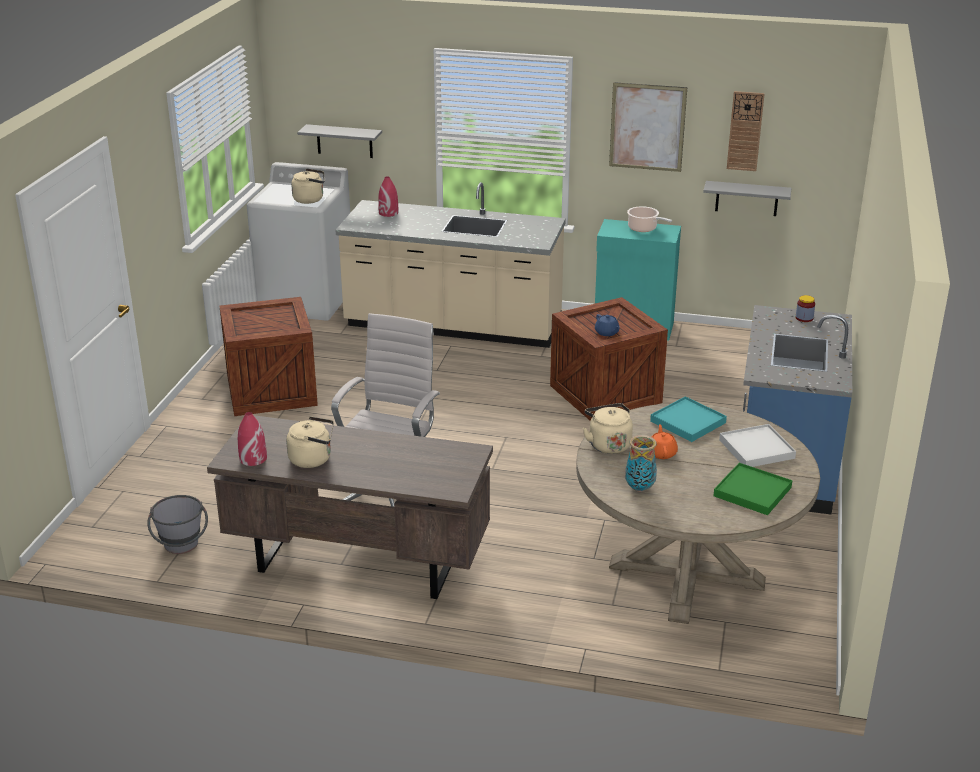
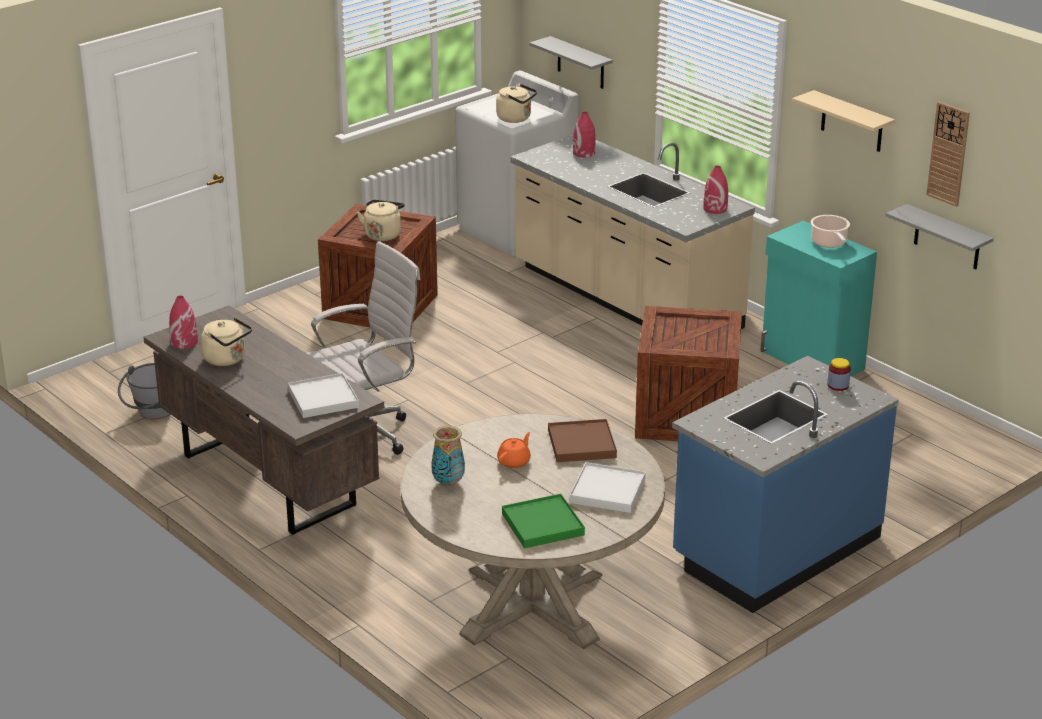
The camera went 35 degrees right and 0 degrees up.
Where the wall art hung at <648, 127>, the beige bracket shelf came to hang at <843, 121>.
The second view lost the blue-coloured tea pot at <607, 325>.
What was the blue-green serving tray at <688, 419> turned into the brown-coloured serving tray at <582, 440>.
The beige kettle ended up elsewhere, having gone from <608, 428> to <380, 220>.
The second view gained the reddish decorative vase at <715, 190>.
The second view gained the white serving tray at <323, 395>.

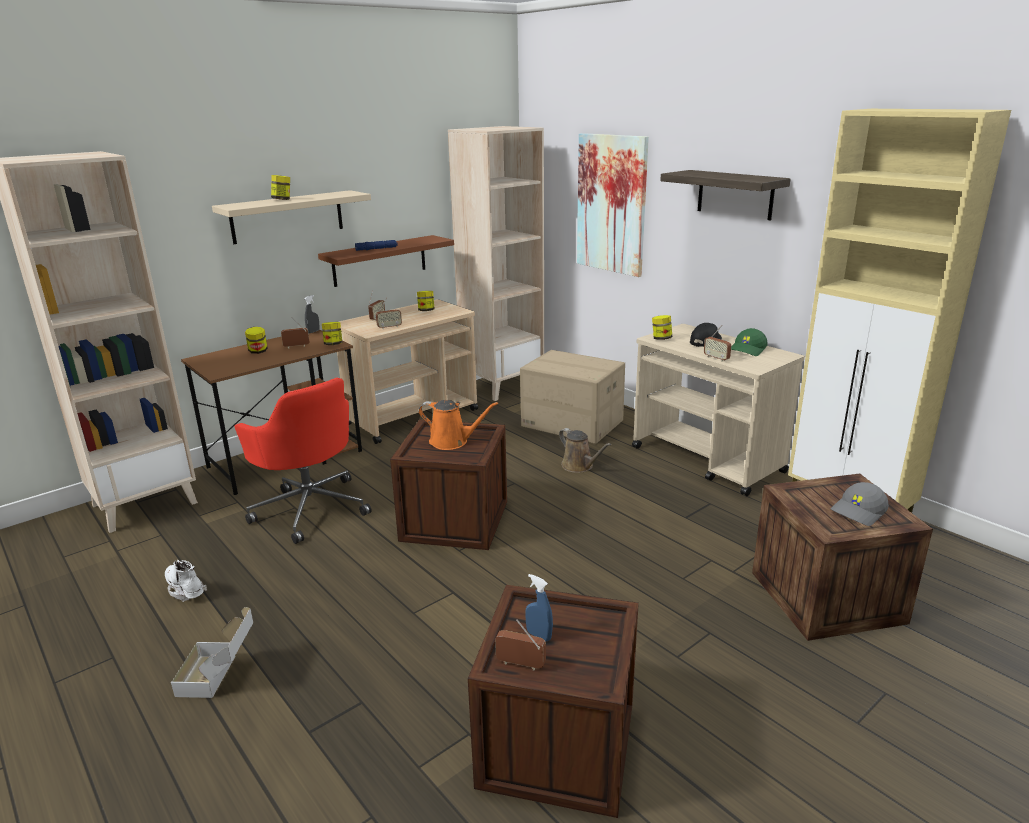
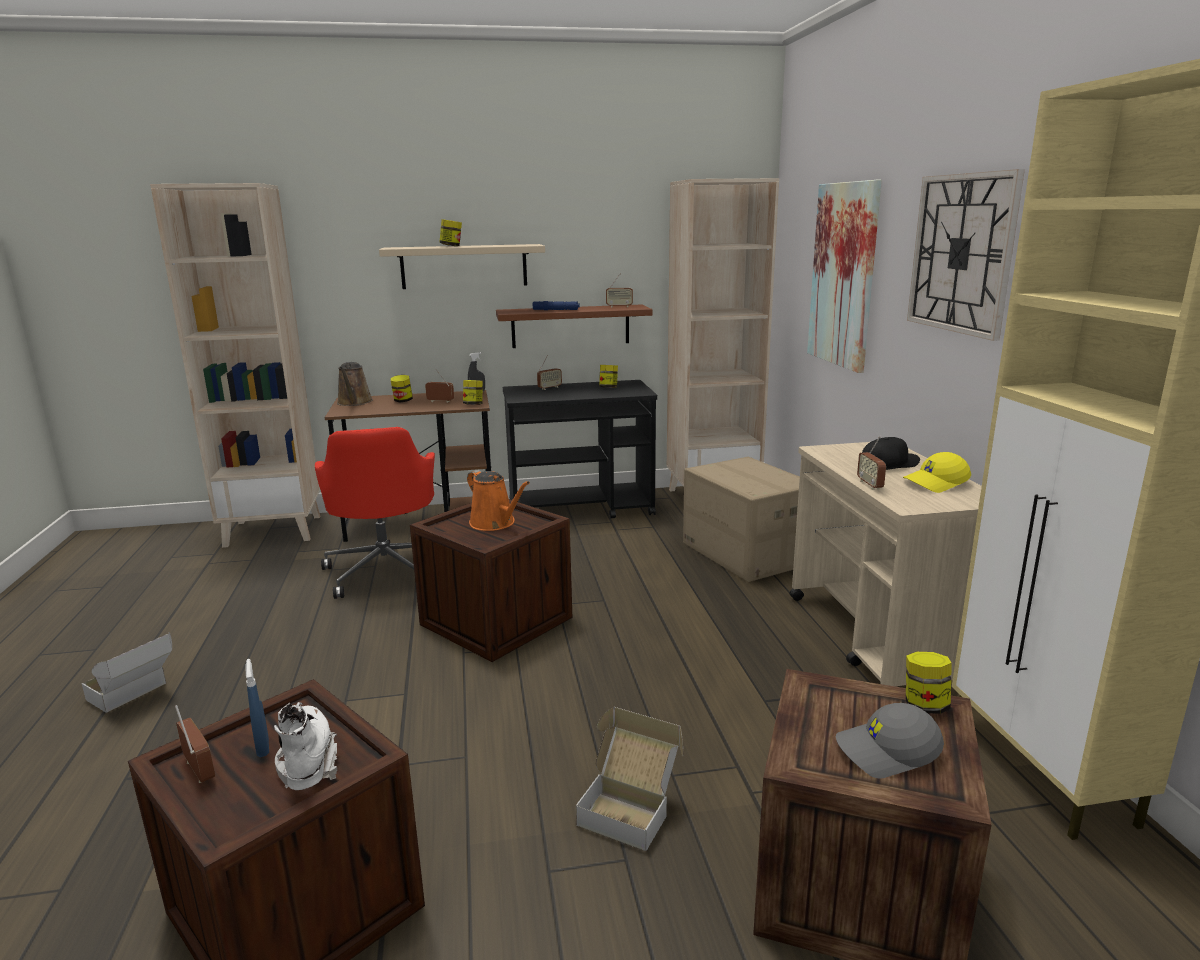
The camera went 30 degrees right and 5 degrees down.
Where the bracket shelf hung at <725, 195>, the hanging clock came to hang at <966, 255>.
The radio set ended up elsewhere, having gone from <389, 313> to <619, 290>.
What was the beige trolley at <407, 371> turned into the black trolley at <580, 449>.
The preserve jar ended up elsewhere, having gone from <662, 327> to <929, 683>.
What was the green peaked cap at <749, 342> turned into the yellow peaked cap at <937, 472>.
The brown-coloured watering pot ended up elsewhere, having gone from <585, 450> to <355, 384>.
The white tall boot ended up elsewhere, having gone from <186, 581> to <305, 746>.
The second view gained the carton at <629, 779>.

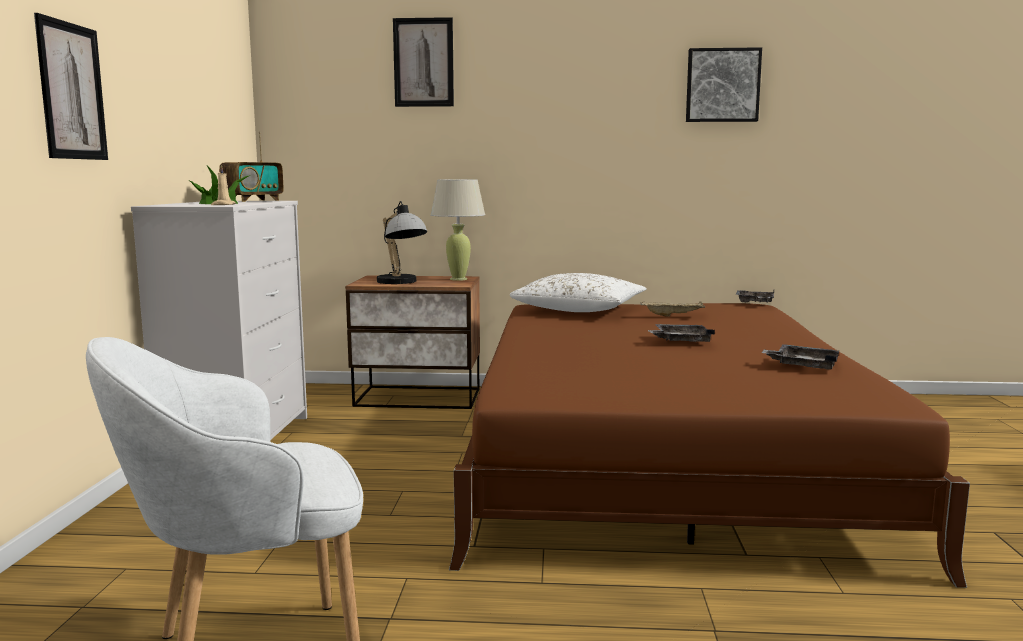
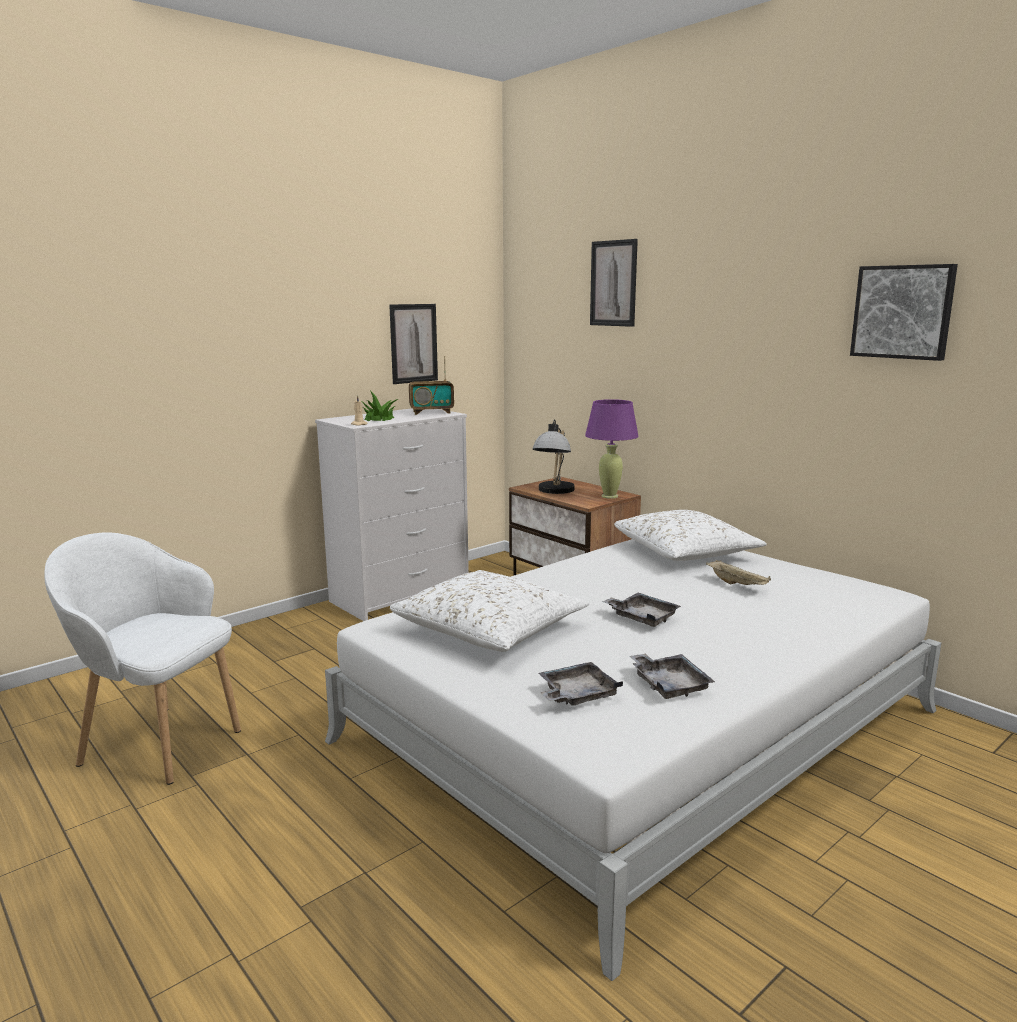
The camera went 45 degrees right and 5 degrees up.
The wall art ended up elsewhere, having gone from <71, 86> to <413, 344>.
What was the beige lamp for a table at <458, 230> turned into the purple-coloured lamp for a table at <612, 449>.
The gray serving tray ended up elsewhere, having gone from <755, 296> to <581, 684>.
What was the brown-coloured bed at <709, 445> turned into the white bed at <633, 760>.
The second view gained the white cushion at <490, 611>.

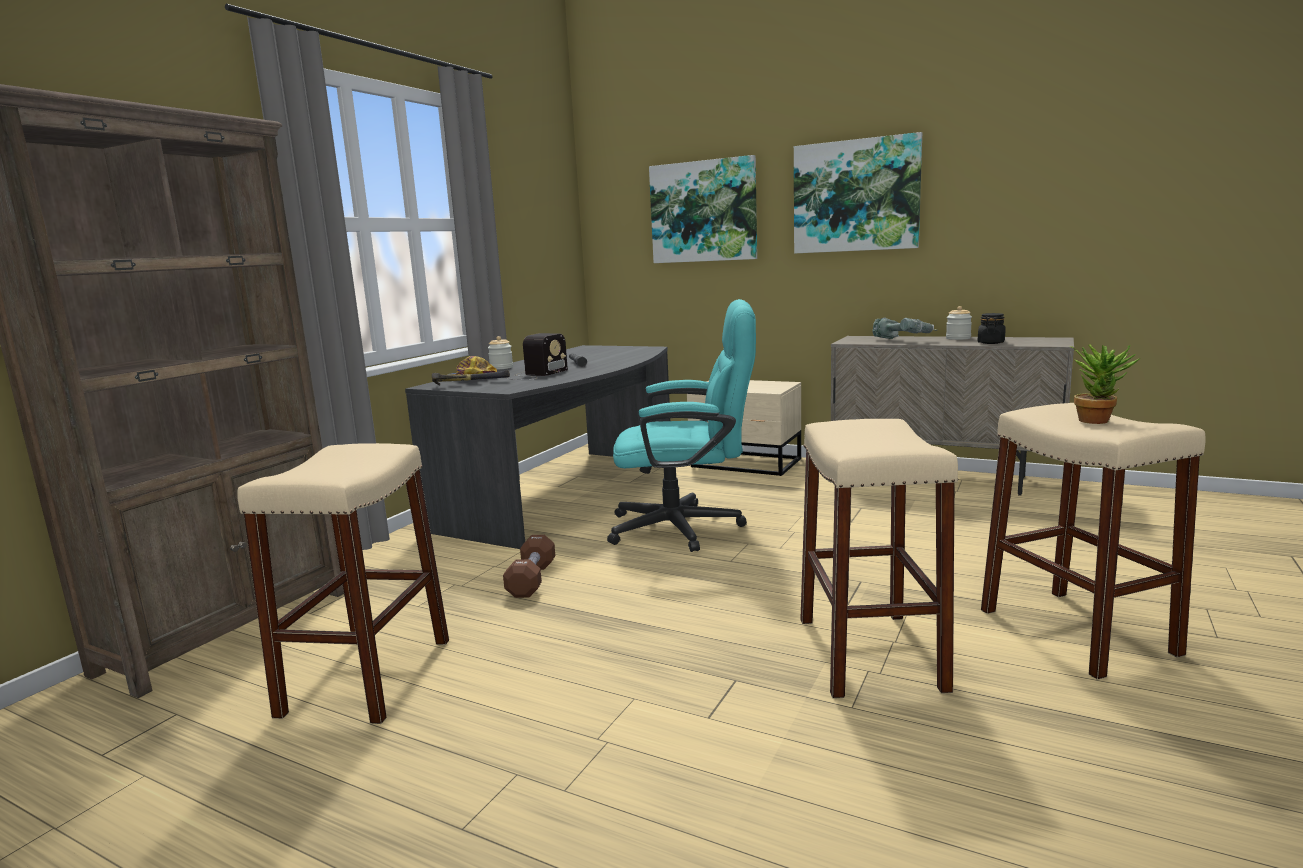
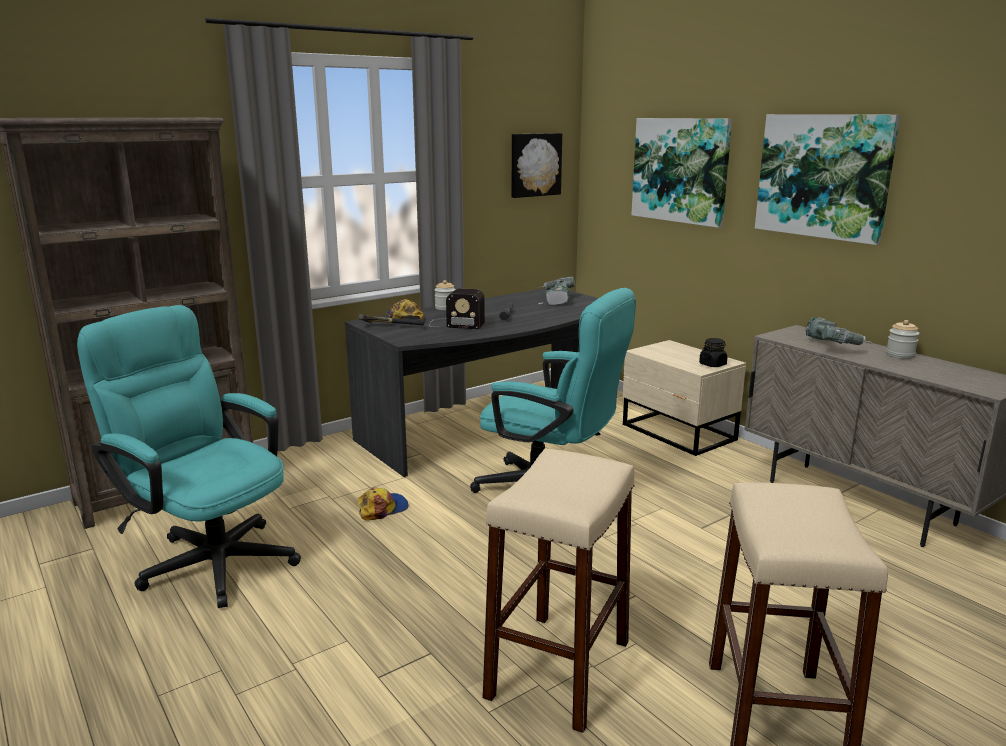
The camera went 25 degrees right and 5 degrees up.
The black preserve jar ended up elsewhere, having gone from <992, 328> to <713, 352>.
The radio set at <537, 356> ended up facing another way, 45 degrees clockwise from before.
The second view lost the potted plant at <1105, 384>.
Where the beige stool seat stood at <343, 583>, the blue-green computer chair came to stand at <189, 456>.
Where the brown-coloured dumbbell stood at <529, 566>, the peaked cap came to stand at <382, 503>.
The second view gained the wall art at <537, 165>.
The second view gained the drill at <556, 291>.

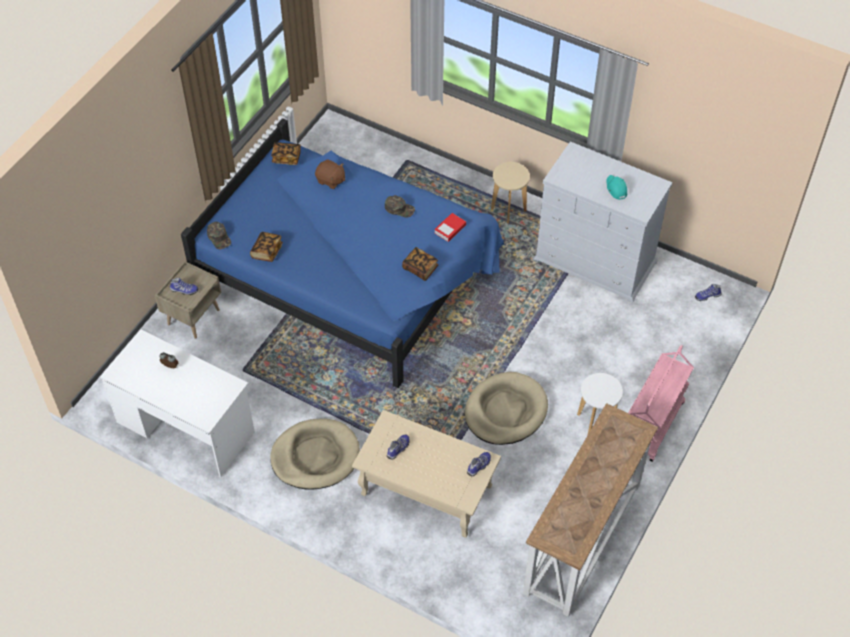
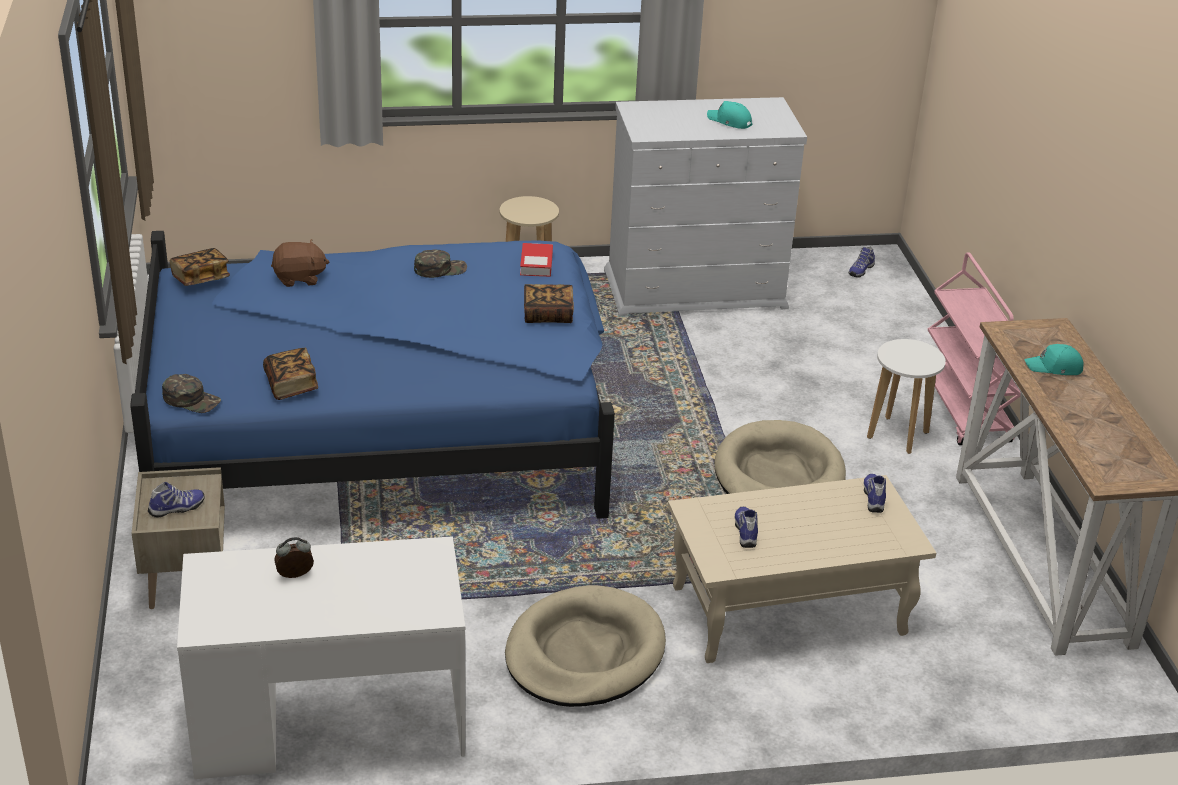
The camera went 40 degrees left and 20 degrees down.
The second view gained the blue-green peaked cap at <1054, 359>.

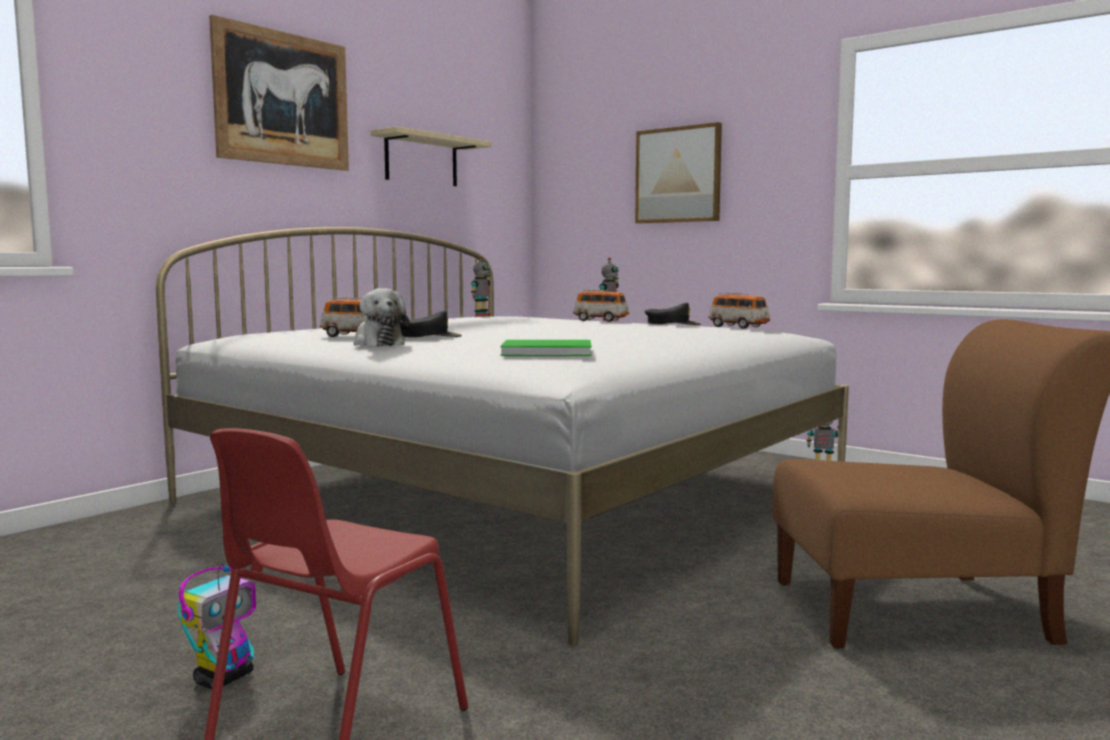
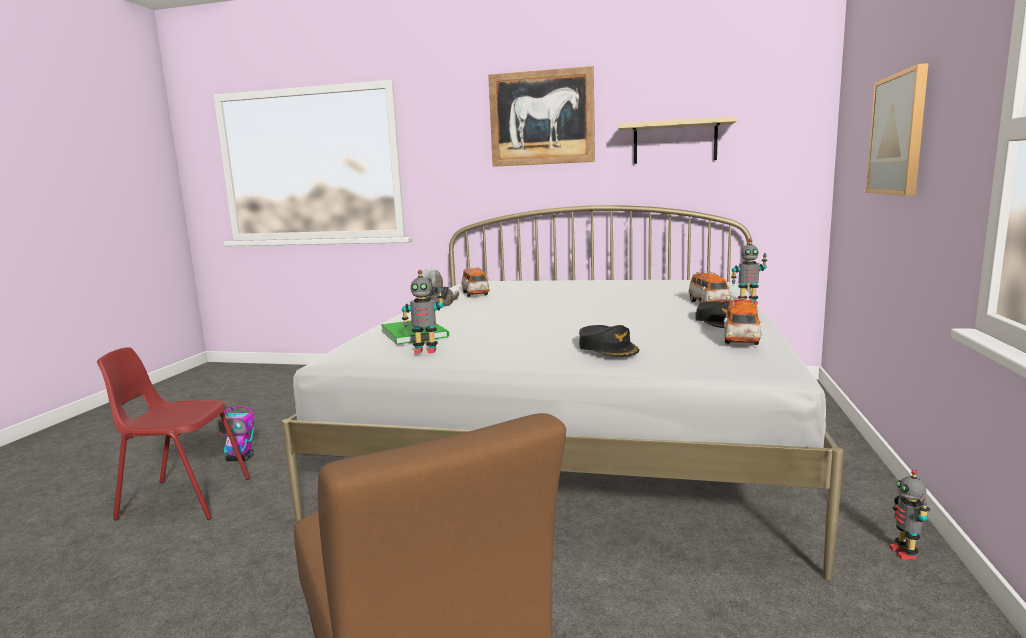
The camera went 65 degrees right and 5 degrees up.
The model robot ended up elsewhere, having gone from <481, 286> to <423, 312>.
The black peaked cap ended up elsewhere, having gone from <430, 323> to <609, 341>.

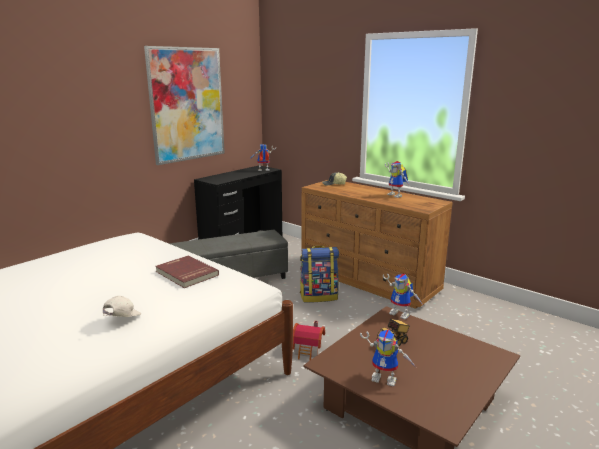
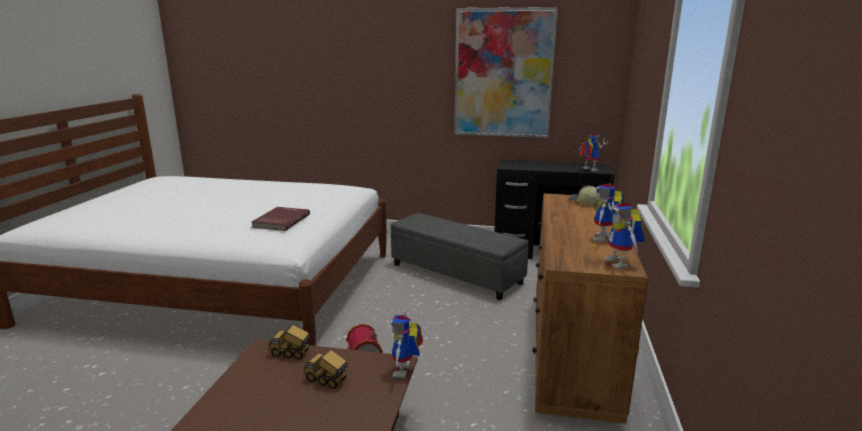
The camera went 60 degrees right and 0 degrees up.
The second view lost the backpack at <319, 274>.
The second view lost the white peaked cap at <122, 306>.
The model robot ended up elsewhere, having gone from <388, 358> to <624, 235>.
The second view gained the model truck at <289, 342>.

